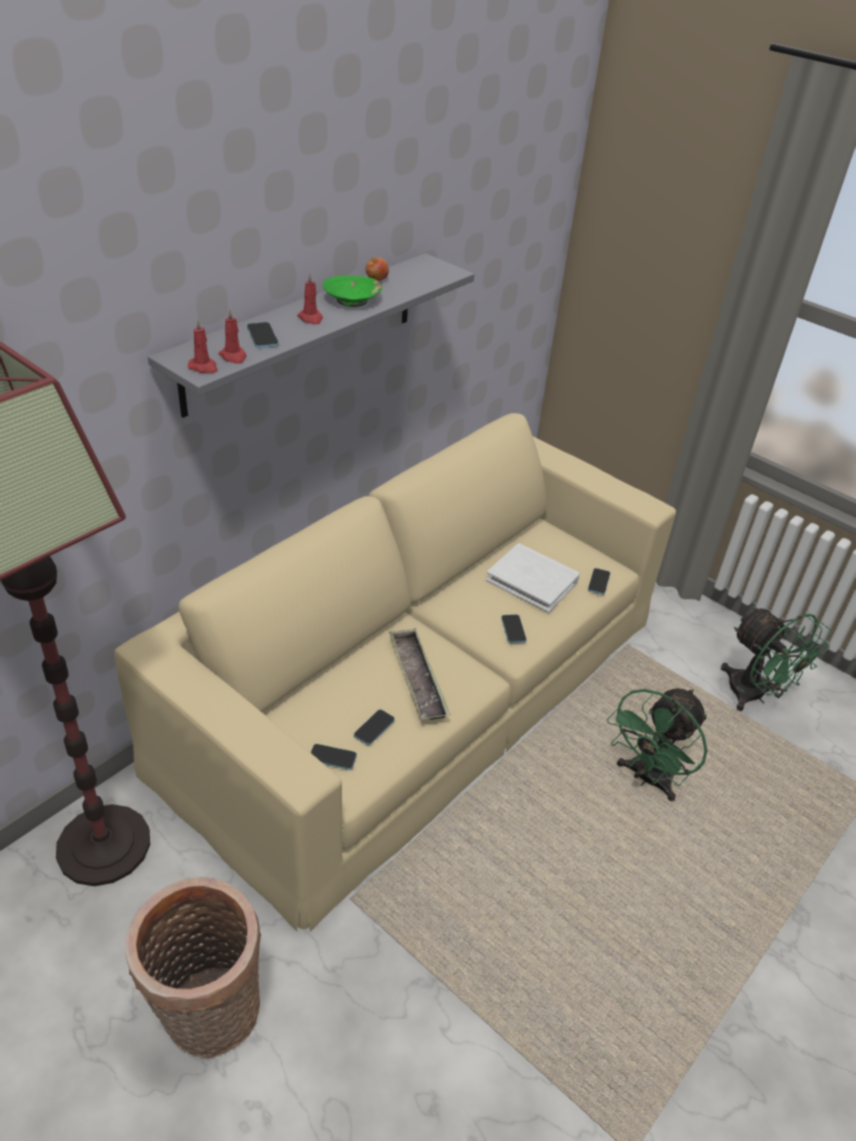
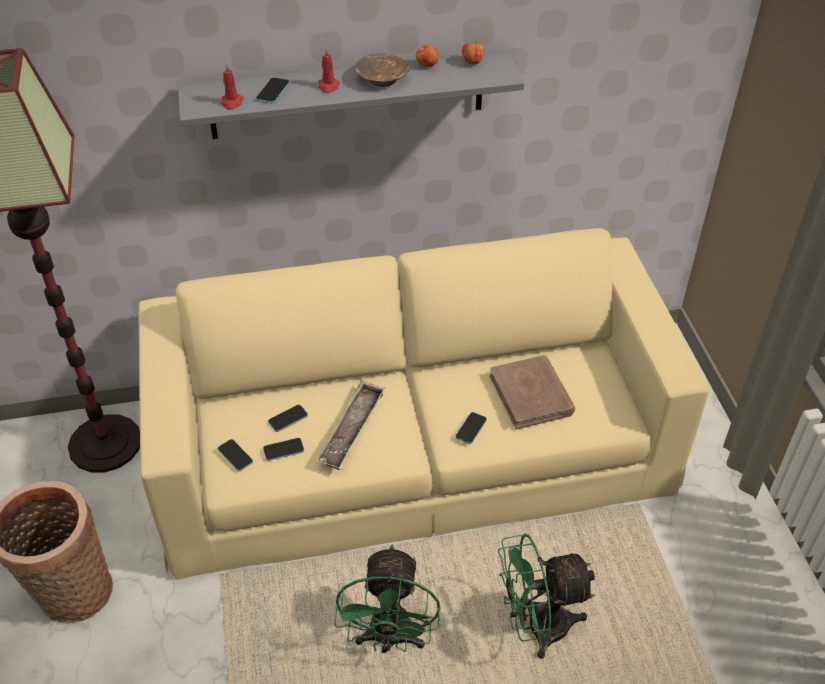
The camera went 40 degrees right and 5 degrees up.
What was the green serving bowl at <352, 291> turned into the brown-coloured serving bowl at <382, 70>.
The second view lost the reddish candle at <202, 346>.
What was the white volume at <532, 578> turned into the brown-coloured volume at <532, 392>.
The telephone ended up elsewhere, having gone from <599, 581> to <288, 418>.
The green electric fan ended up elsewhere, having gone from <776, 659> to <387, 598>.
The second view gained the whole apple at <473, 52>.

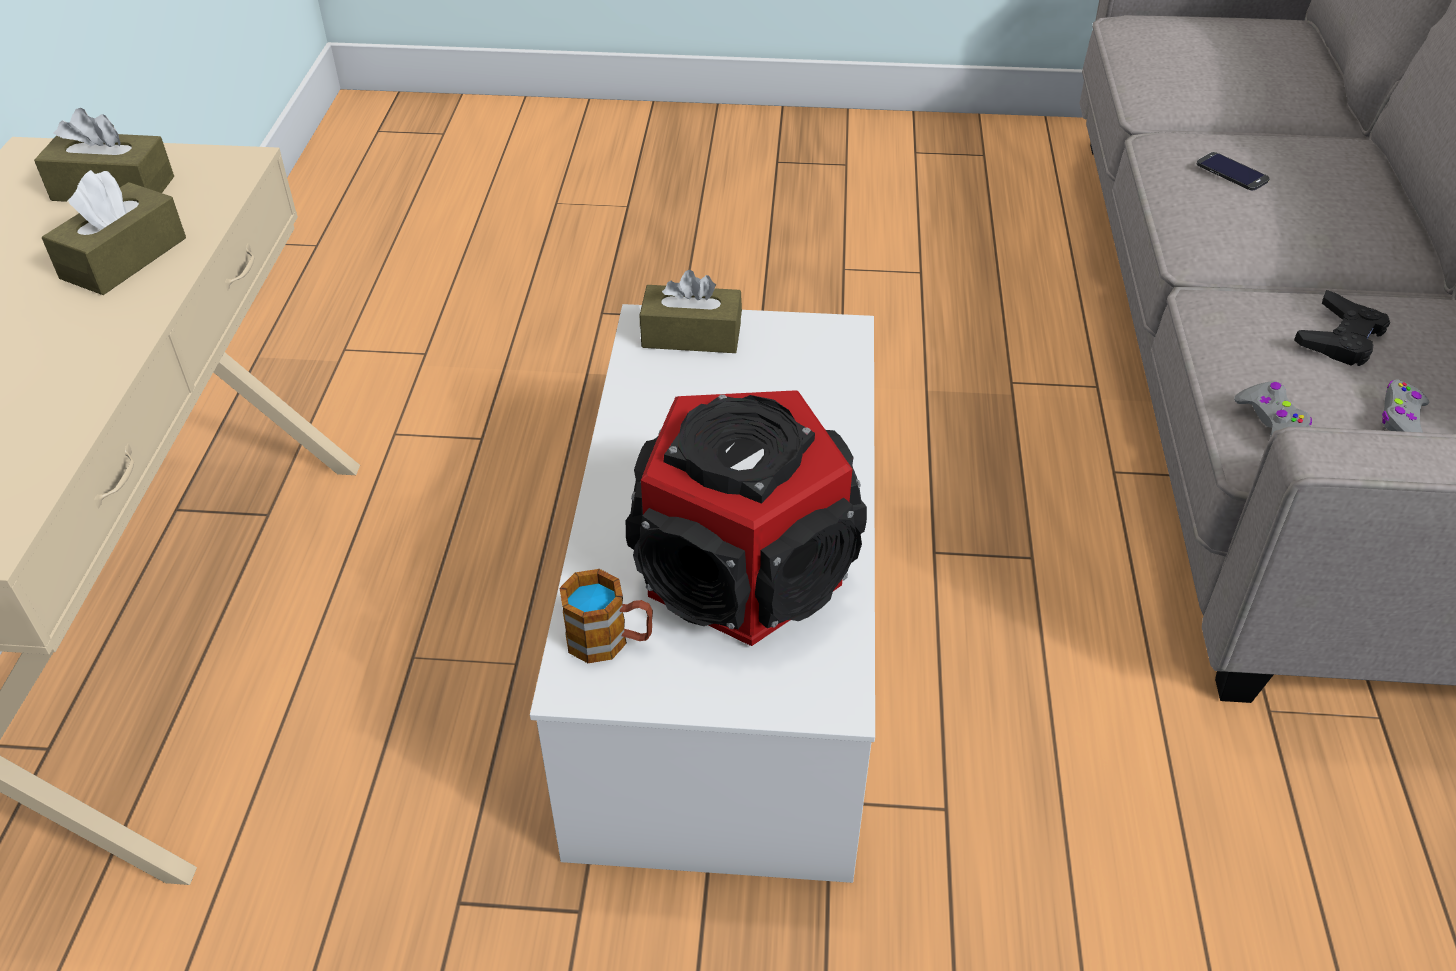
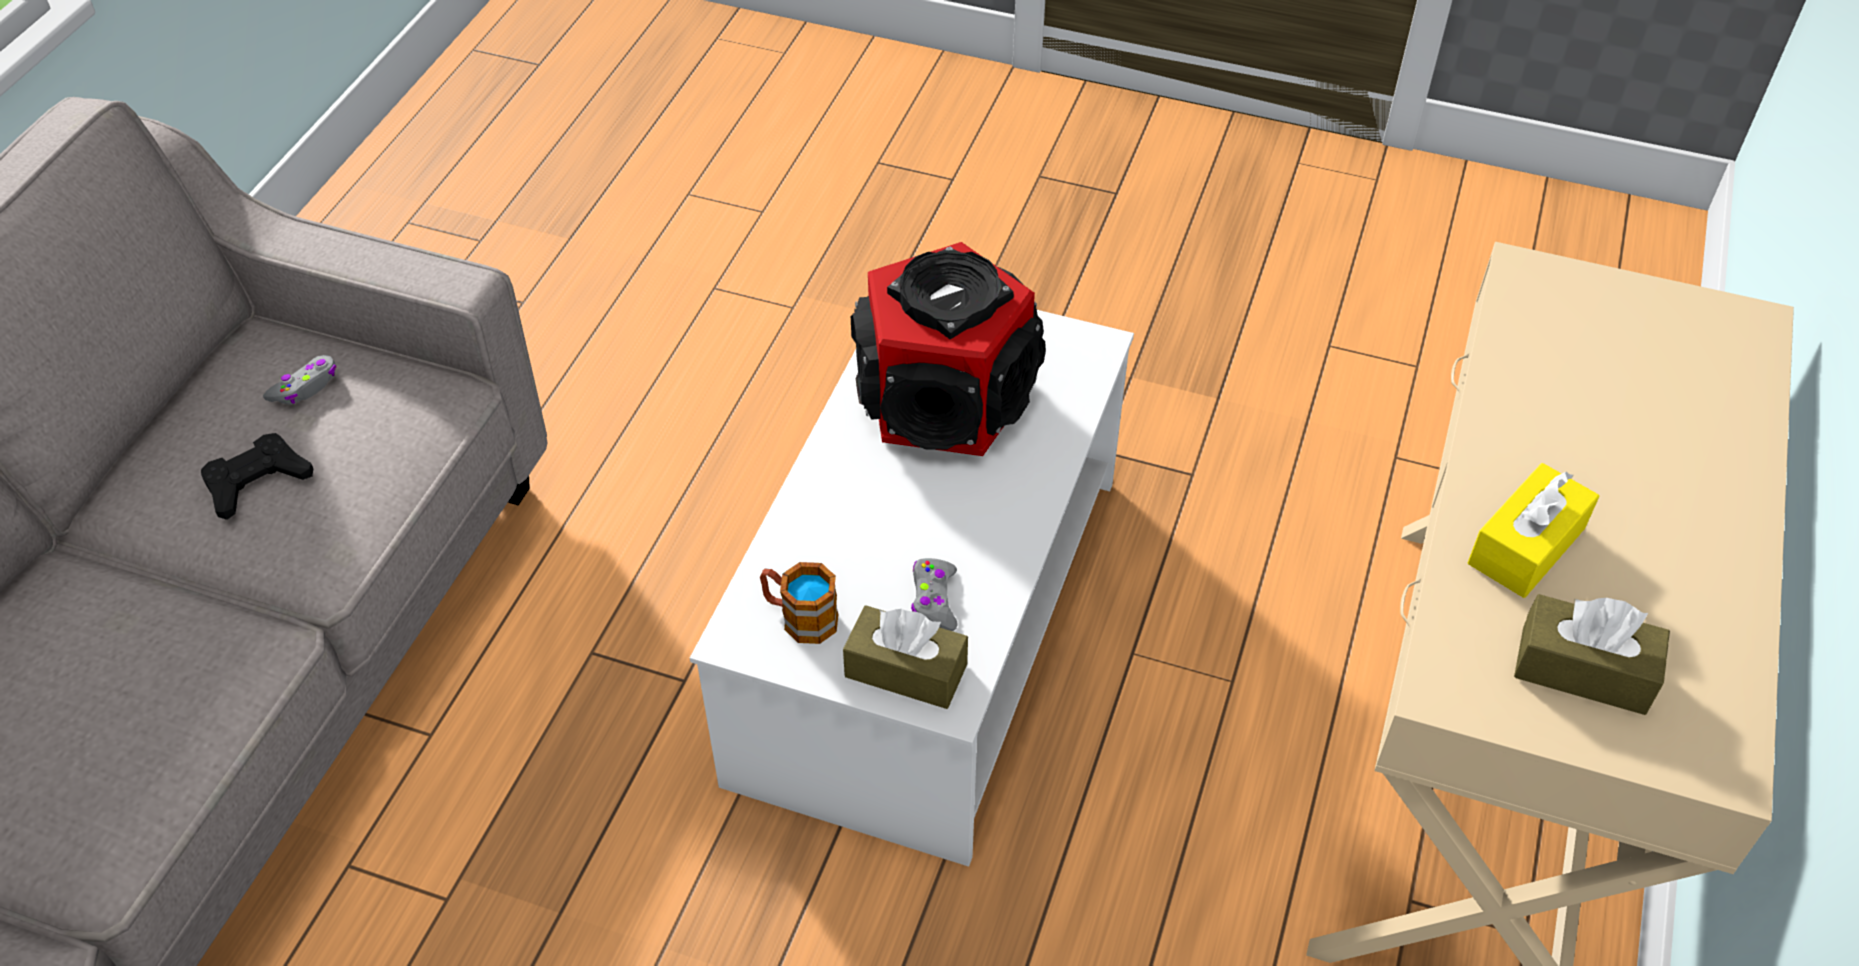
The camera went 165 degrees left and 5 degrees up.
The second view lost the telephone at <1233, 171>.
What was the brown-coloured tissue holder at <114, 232> turned into the yellow tissue holder at <1533, 530>.
The gray joypad ended up elsewhere, having gone from <1273, 409> to <934, 594>.
The mug ended up elsewhere, having gone from <606, 616> to <799, 603>.

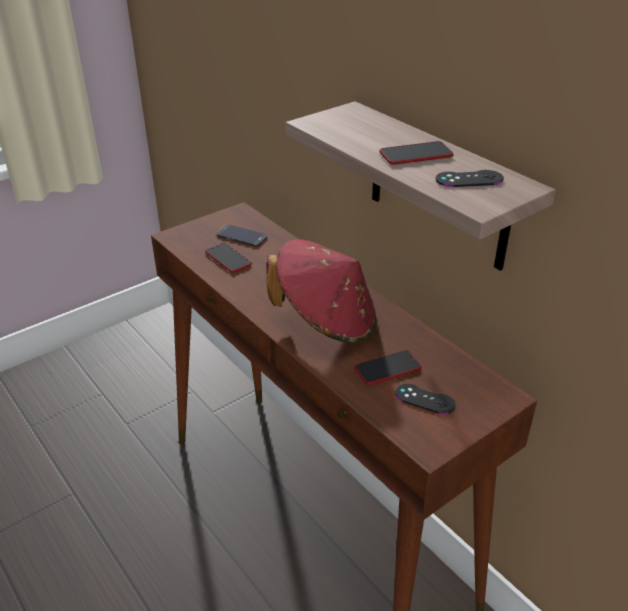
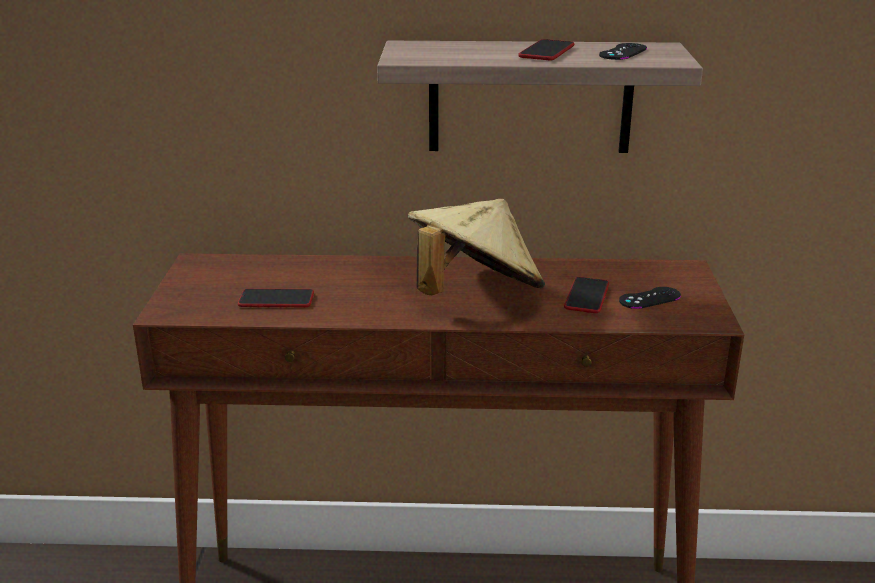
The camera went 50 degrees left and 10 degrees down.
The second view lost the telephone at <242, 235>.
What was the reddish hat at <321, 291> turned into the beige hat at <476, 247>.

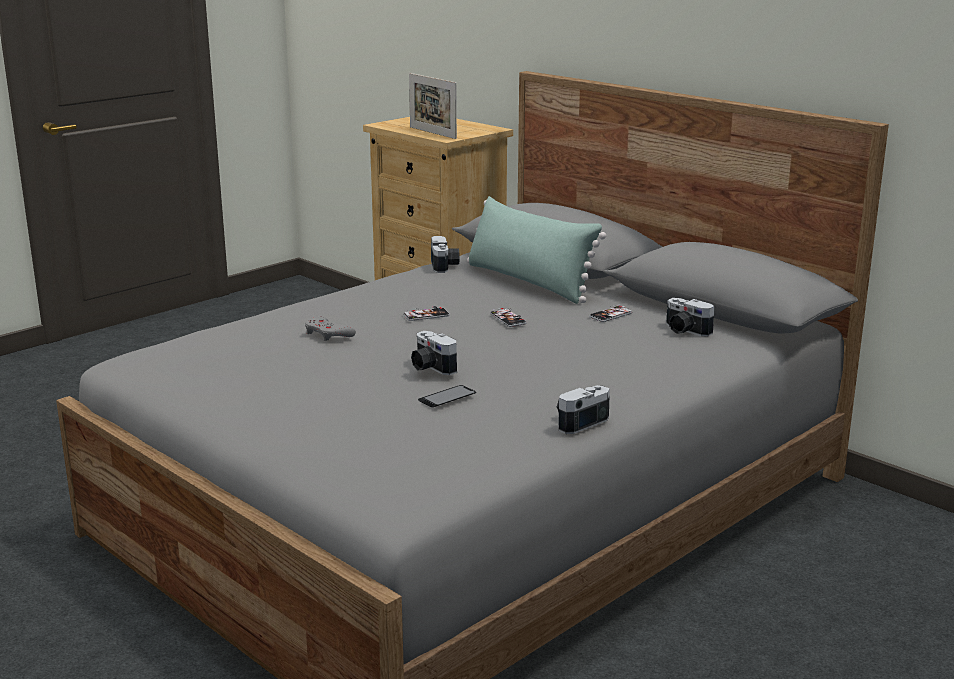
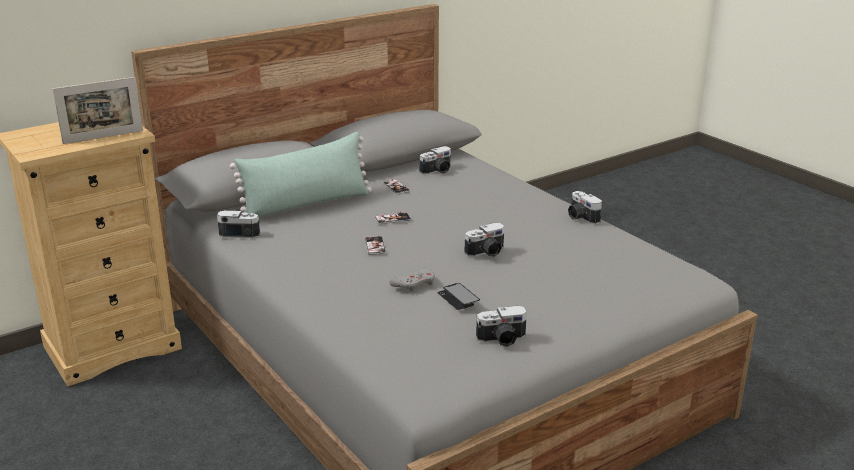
The camera went 80 degrees left and 5 degrees up.
The telephone ended up elsewhere, having gone from <447, 396> to <458, 296>.
The second view gained the still camera at <501, 326>.

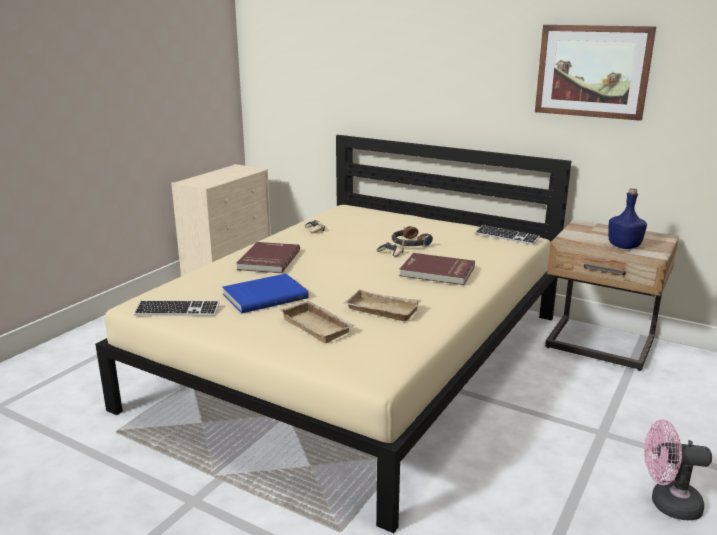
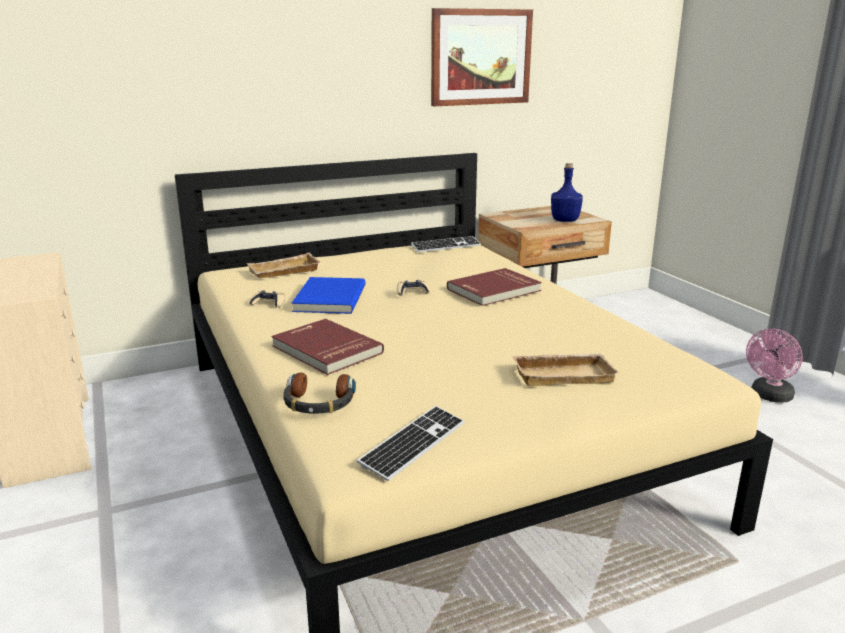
The camera went 55 degrees left and 0 degrees up.
The headset ended up elsewhere, having gone from <412, 236> to <319, 393>.
The blue-coloured volume ended up elsewhere, having gone from <265, 294> to <329, 295>.
The beige serving tray ended up elsewhere, having gone from <382, 305> to <283, 265>.

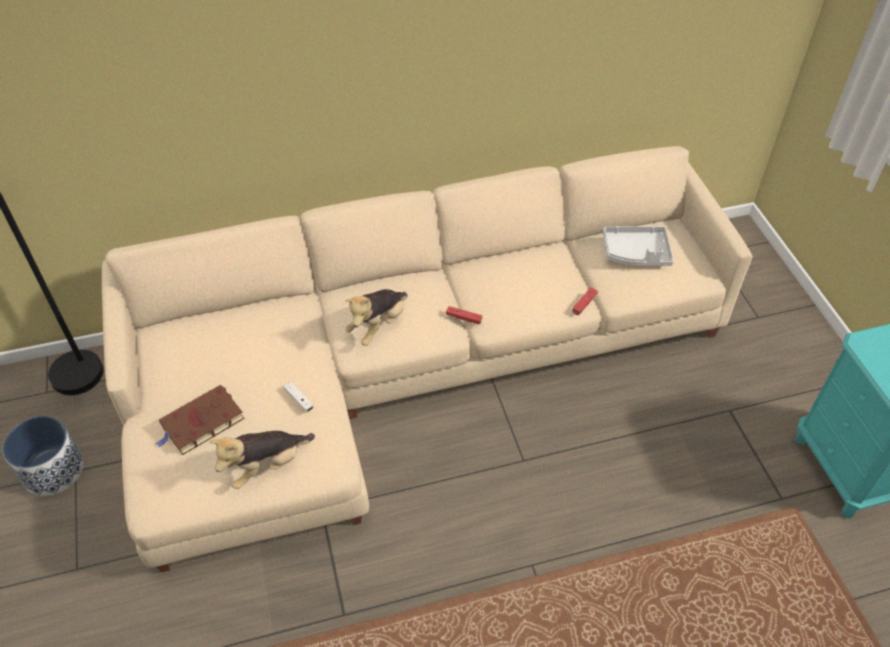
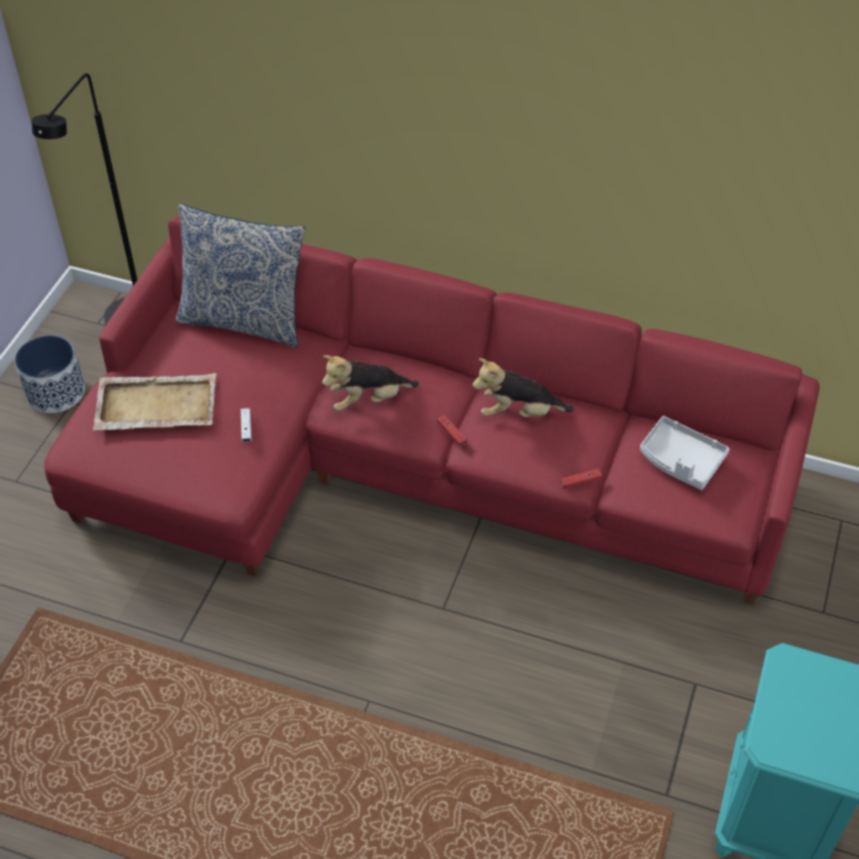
The camera went 35 degrees right and 0 degrees up.
What was the beige sofa at <427, 359> turned into the reddish sofa at <432, 410>.
Where the brown-coloured volume stood at <200, 420>, the beige serving tray came to stand at <154, 402>.
The plush toy ended up elsewhere, having gone from <262, 460> to <523, 387>.
The second view gained the cushion at <241, 276>.

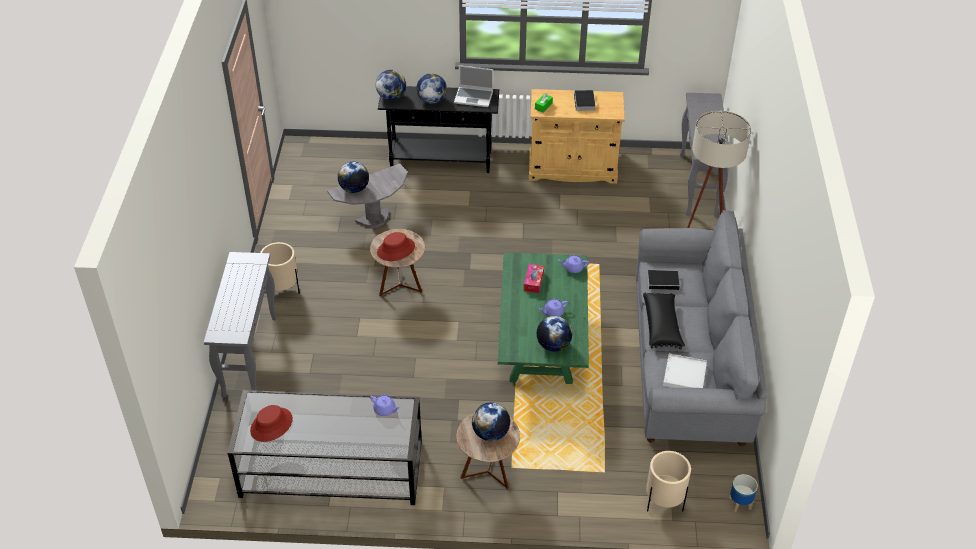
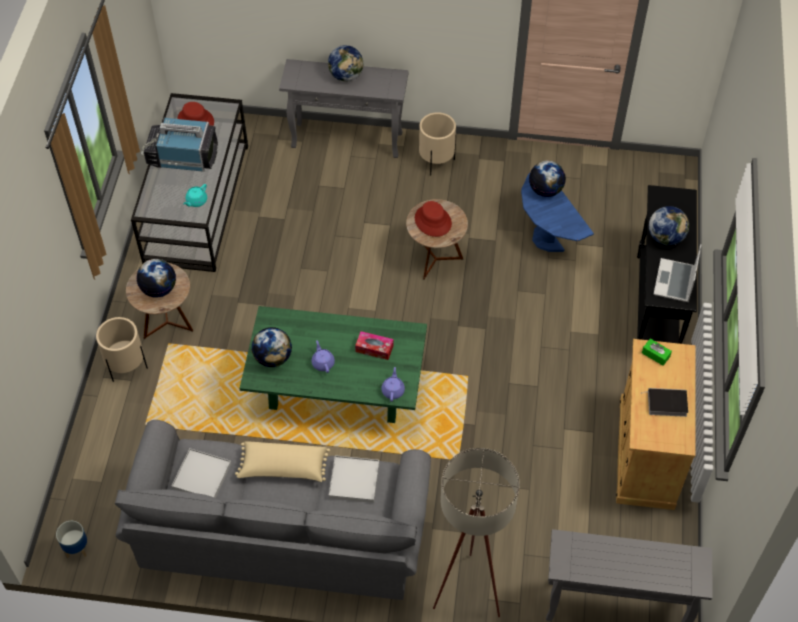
The camera went 95 degrees right and 10 degrees up.
The desk globe ended up elsewhere, having gone from <391, 85> to <346, 63>.
What was the gray end table at <367, 195> turned into the blue-coloured end table at <557, 212>.
Where the volume stood at <665, 280>, the white serving tray came to stand at <354, 479>.
What was the black cushion at <664, 320> turned into the beige cushion at <282, 461>.
What was the purple-coloured tea pot at <385, 405> turned into the blue-green tea pot at <195, 195>.
The beige flower pot ended up elsewhere, having gone from <668, 481> to <122, 349>.
The second view gained the television at <179, 144>.

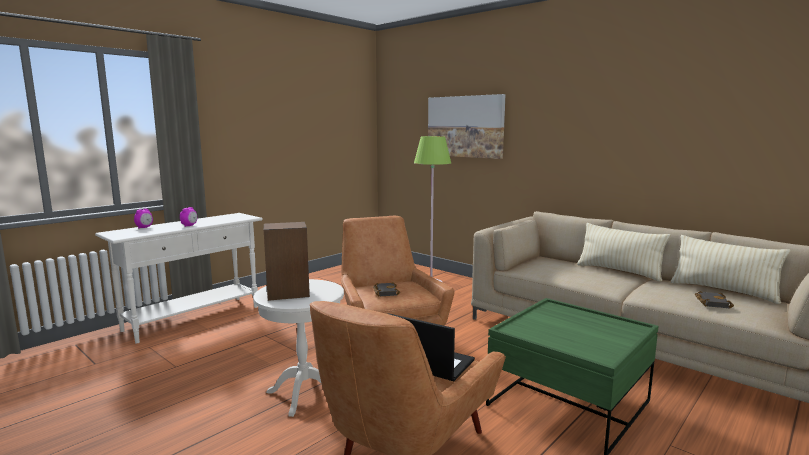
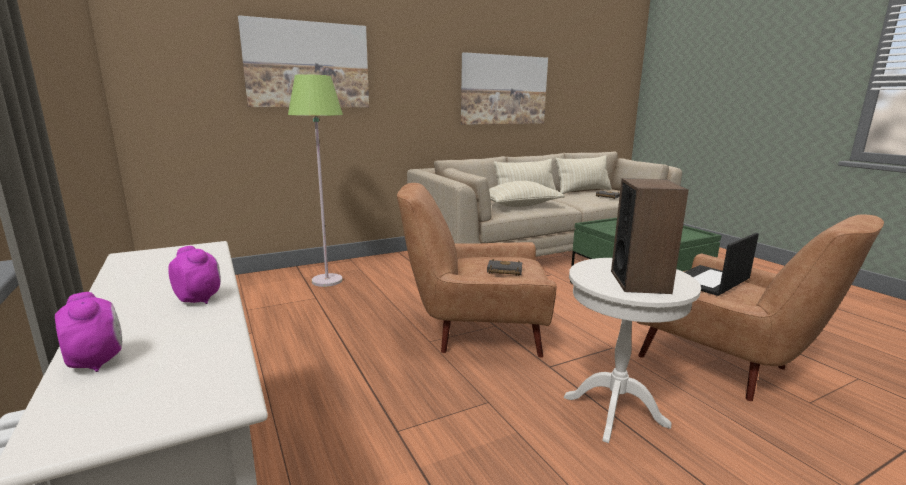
The camera went 70 degrees left and 5 degrees up.
The second view gained the wall art at <504, 88>.
The second view gained the beige cushion at <527, 194>.

